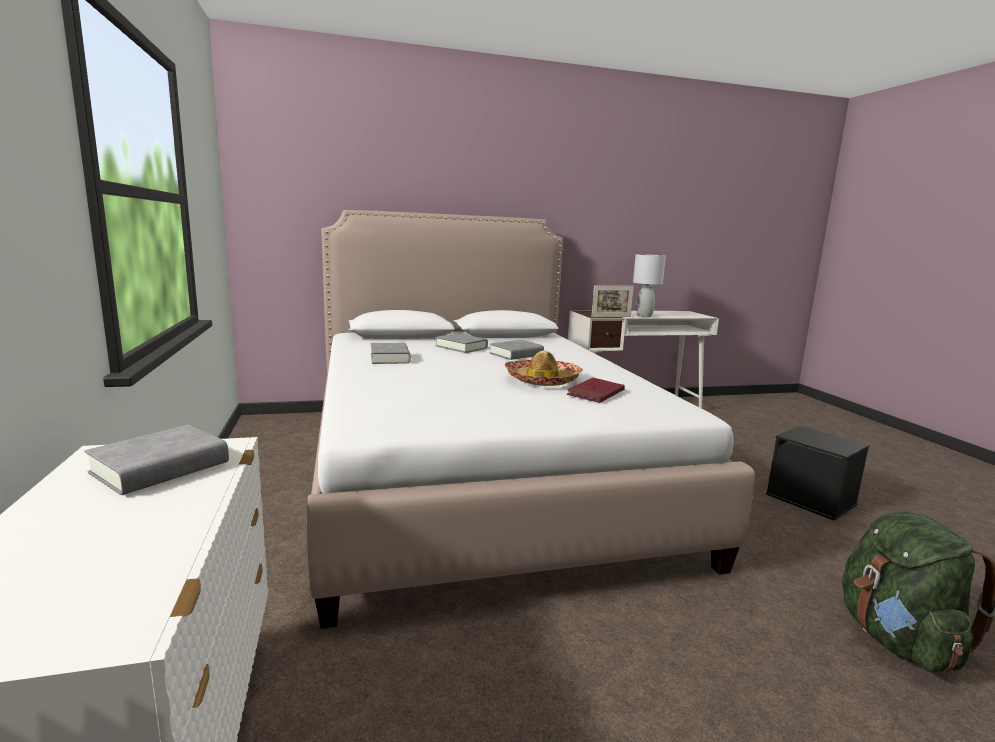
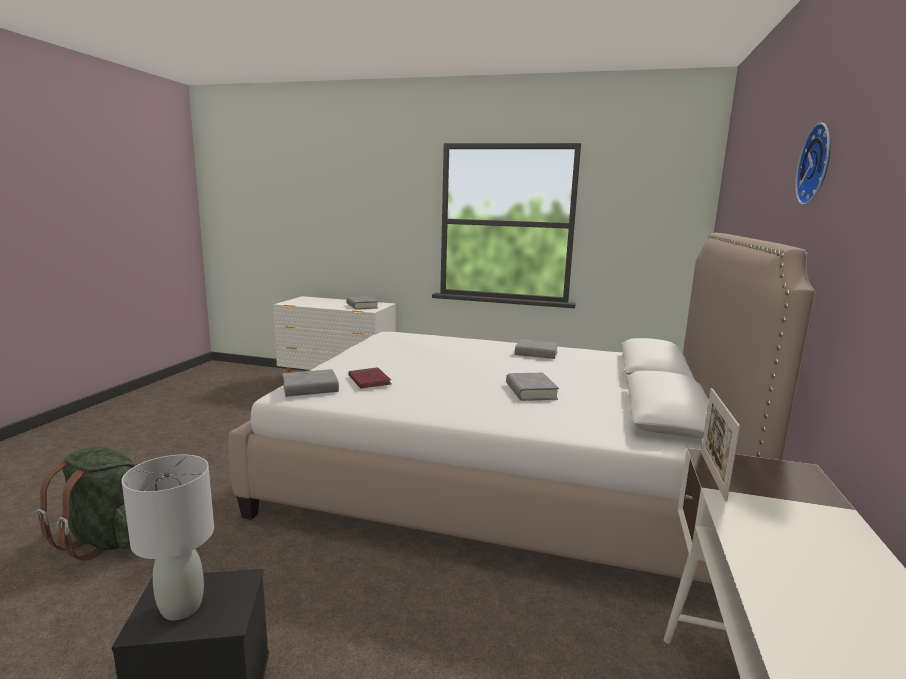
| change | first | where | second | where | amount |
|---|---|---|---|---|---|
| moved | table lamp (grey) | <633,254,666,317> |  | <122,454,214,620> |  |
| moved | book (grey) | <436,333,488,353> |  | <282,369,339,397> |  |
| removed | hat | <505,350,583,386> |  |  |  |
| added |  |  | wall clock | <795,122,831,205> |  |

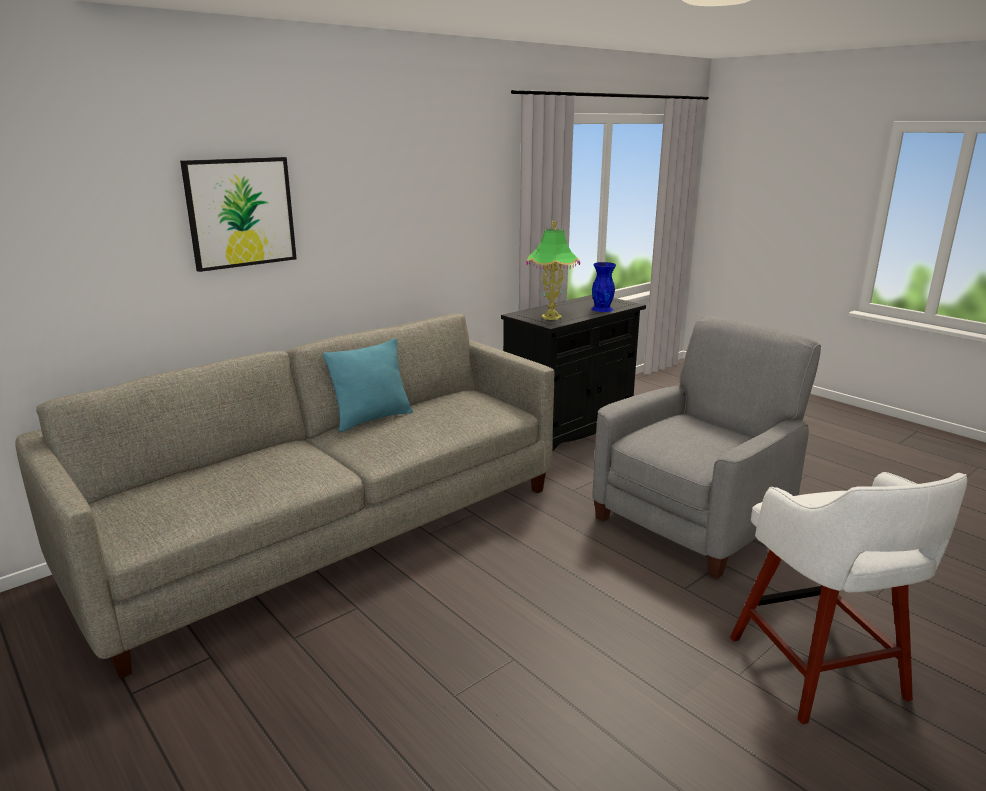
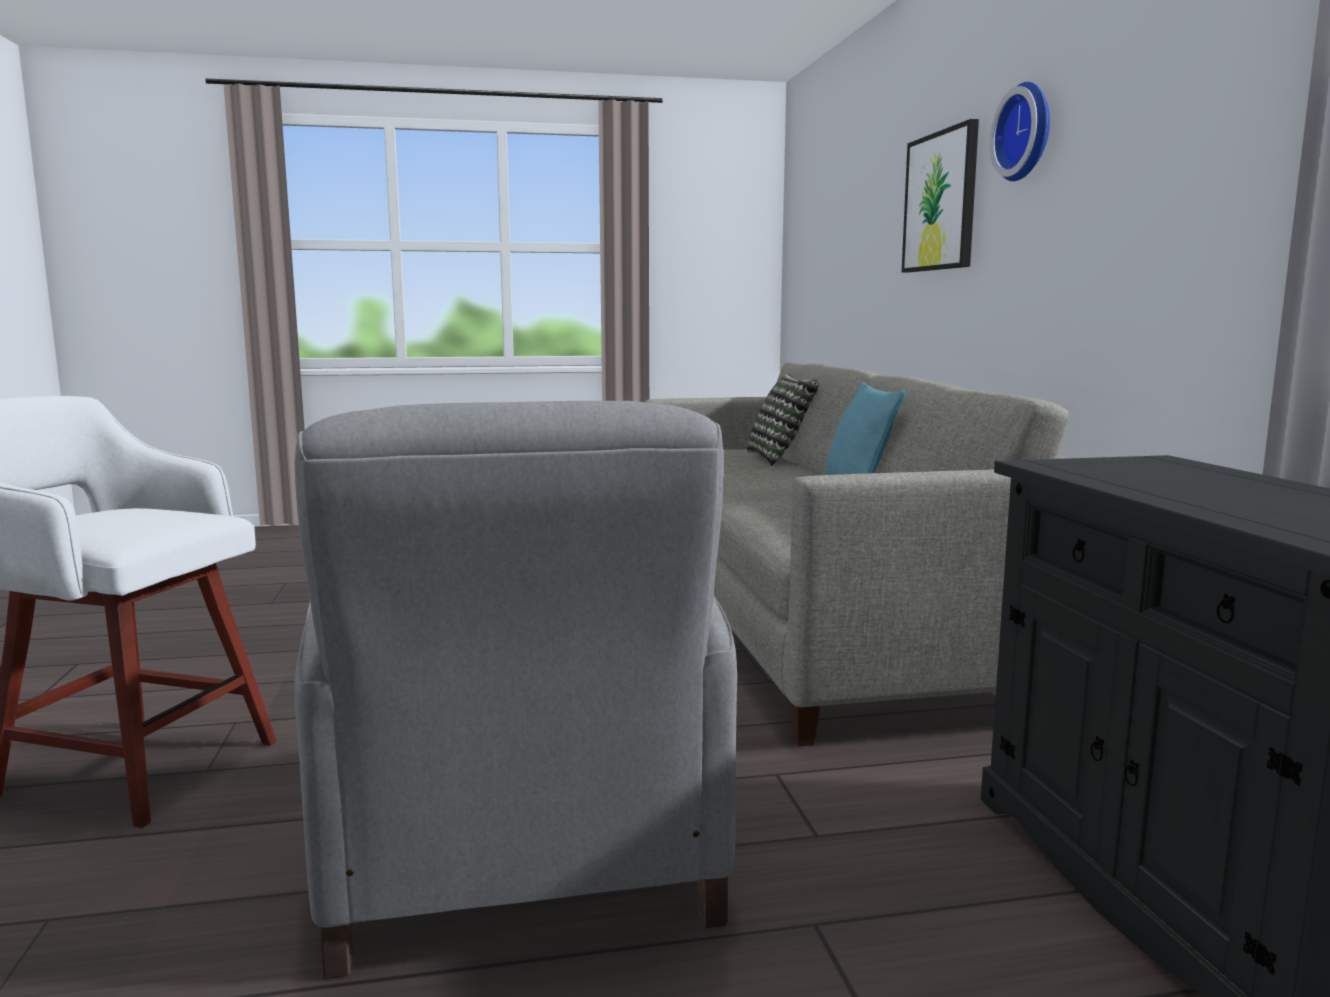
| change | first | where | second | where | amount |
|---|---|---|---|---|---|
| removed | table lamp | <526,221,580,320> |  |  |  |
| removed | vase (blue) | <591,262,616,312> |  |  |  |
| added |  |  | wall clock | <990,82,1050,181> |  |
| added |  |  | pillow | <747,374,818,466> |  |

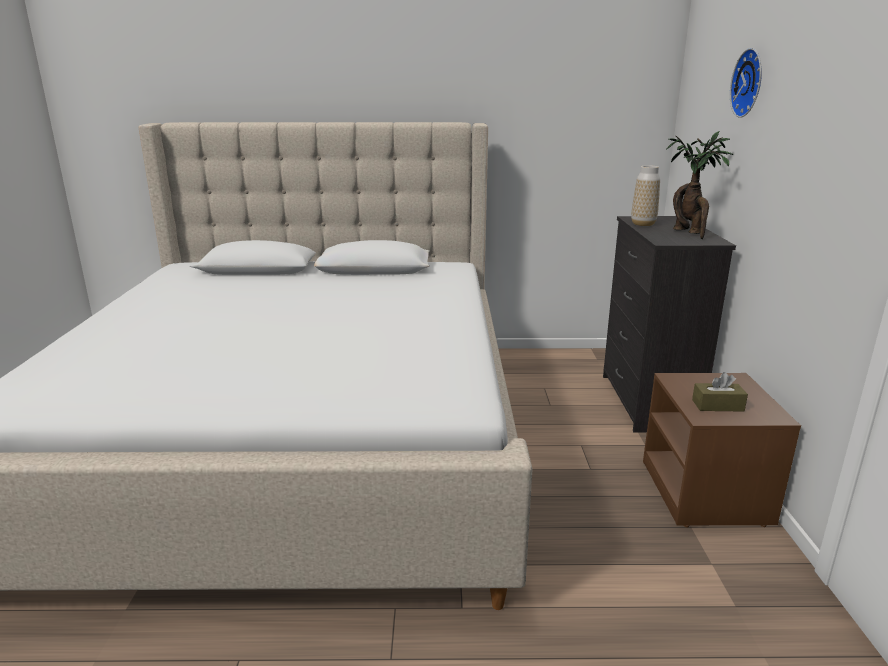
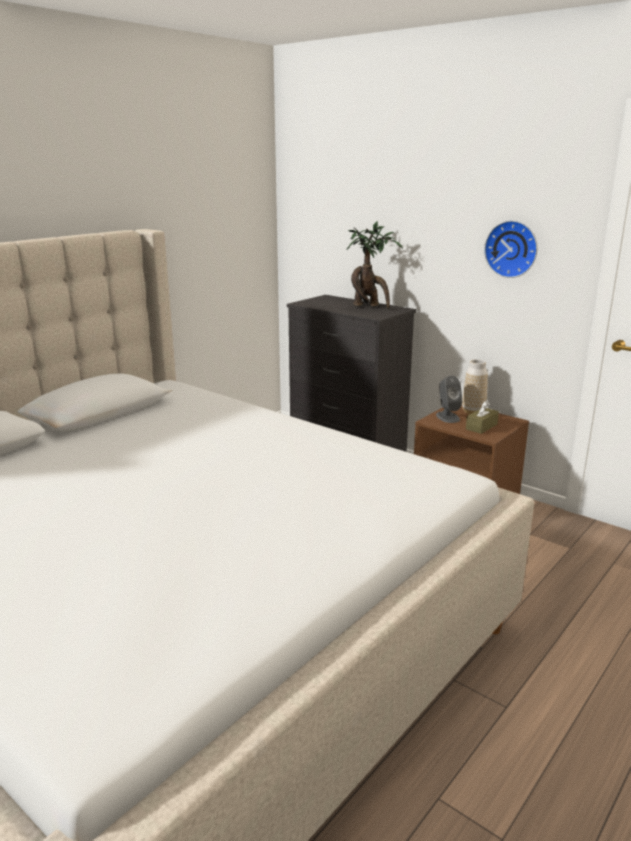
| change | first | where | second | where | amount |
|---|---|---|---|---|---|
| moved | wall clock | <730,48,762,118> |  | <484,220,538,278> |  |
| moved | vase | <631,165,660,226> |  | <462,359,488,414> |  |
| added |  |  | speaker (grey) | <436,375,463,423> |  |

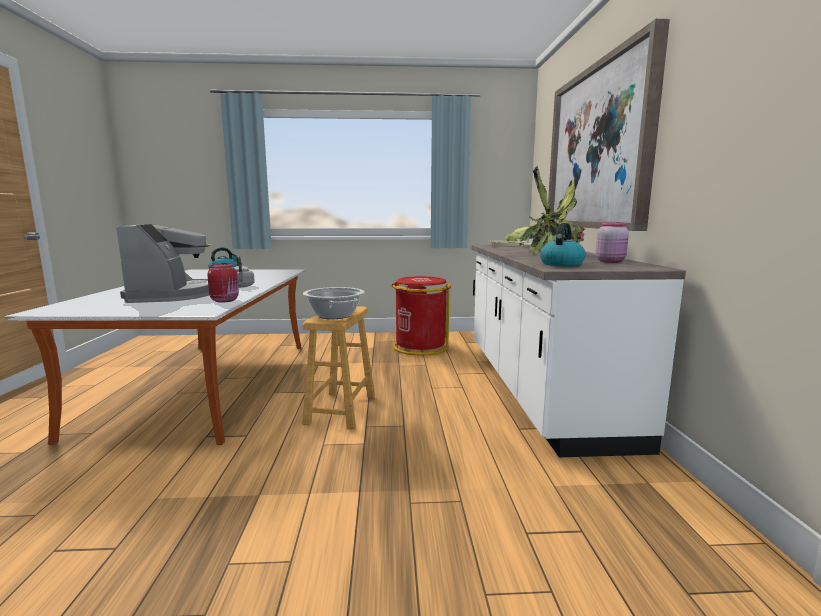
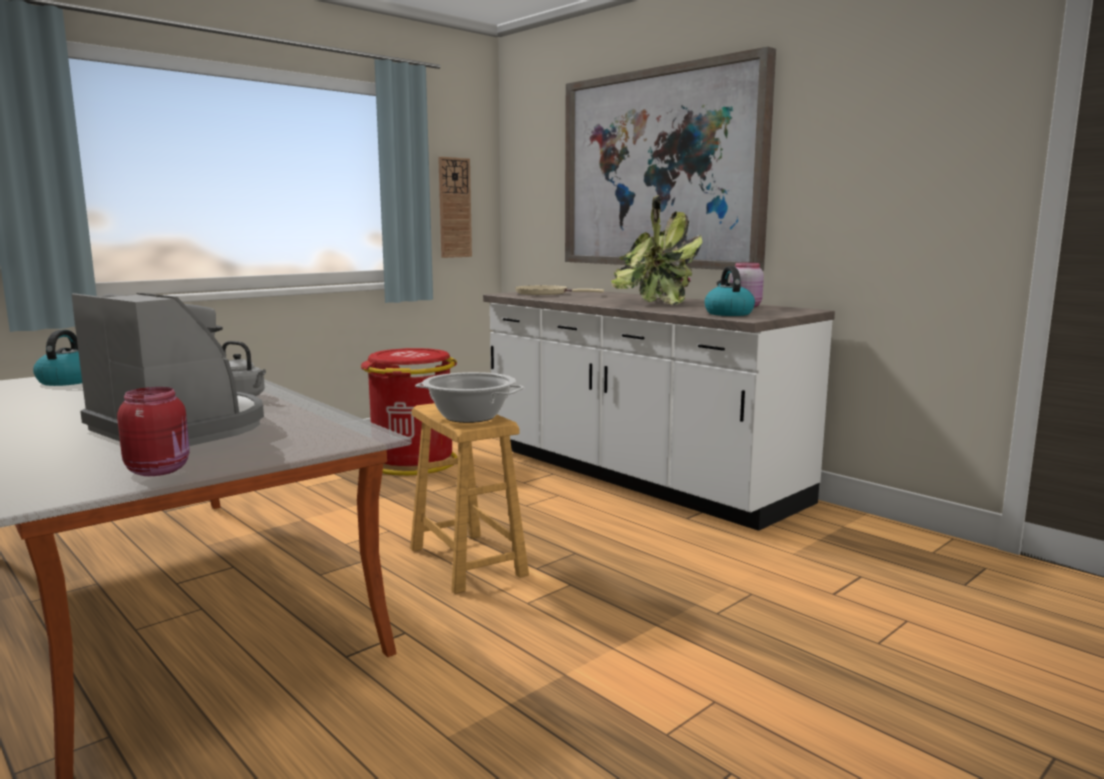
| change | first | where | second | where | amount |
|---|---|---|---|---|---|
| moved | jar (red) | <207,263,239,303> |  | <117,387,190,476> |  |
| added |  |  | wall clock | <438,157,472,258> |  |

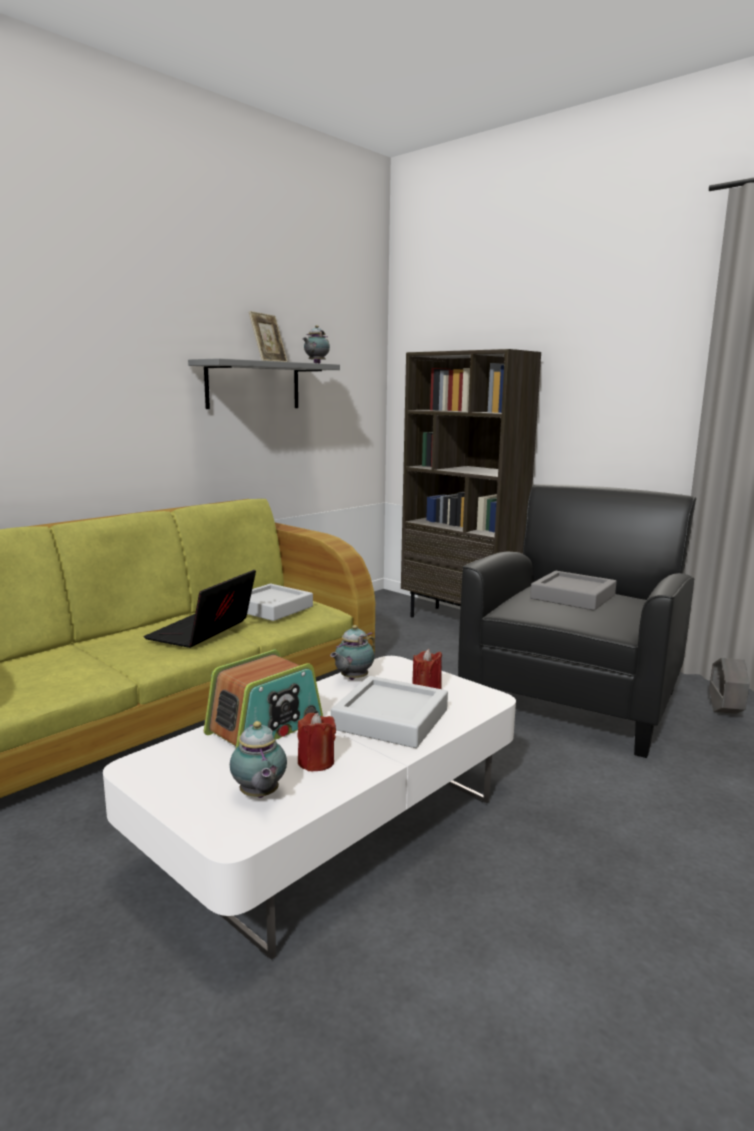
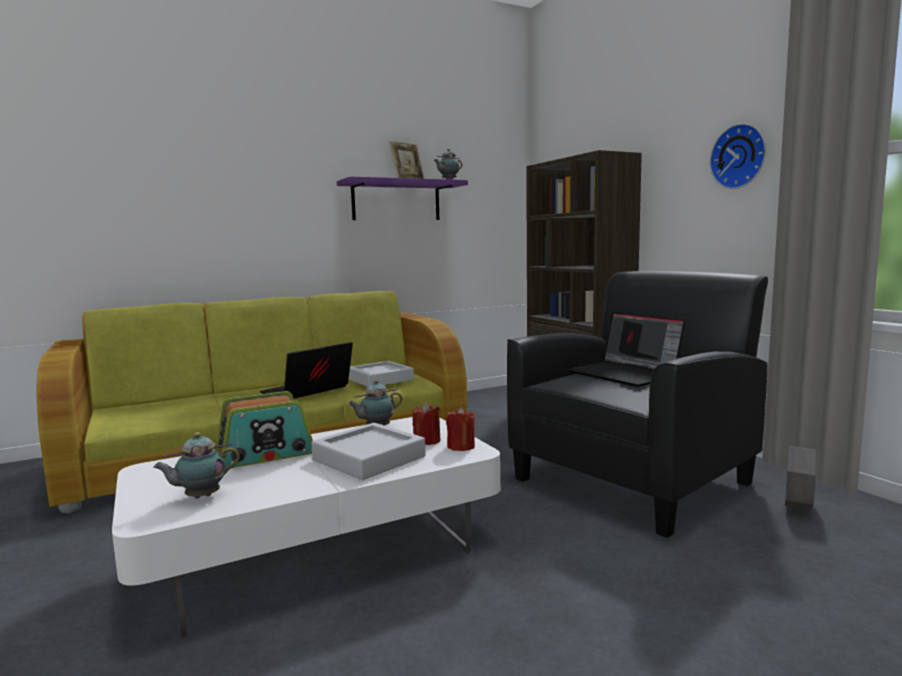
| change | first | where | second | where | amount |
|---|---|---|---|---|---|
| recoloured | shelf (grey) | <188,358,340,409> | shelf (purple) | <337,177,468,220> |  |
| replaced | tray (grey) | <530,571,617,611> | laptop | <568,312,685,387> |  |
| moved | candle (red) | <297,713,336,771> |  | <446,407,475,451> |  |
| turned | teapot | <230,721,287,798> |  | <153,432,240,498> | 60 degrees clockwise |
| added |  |  | wall clock | <710,123,766,189> |  |

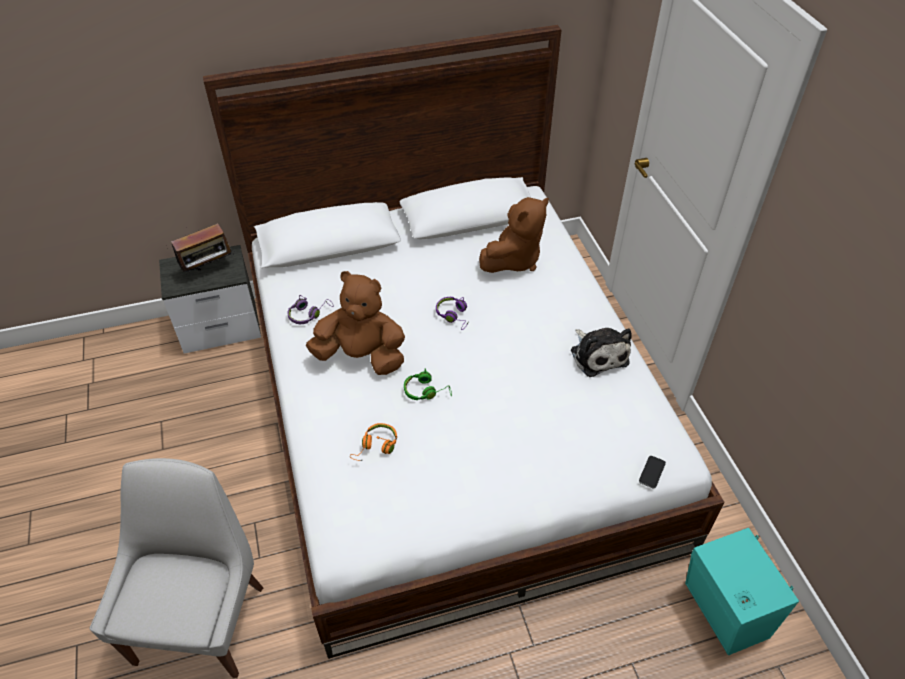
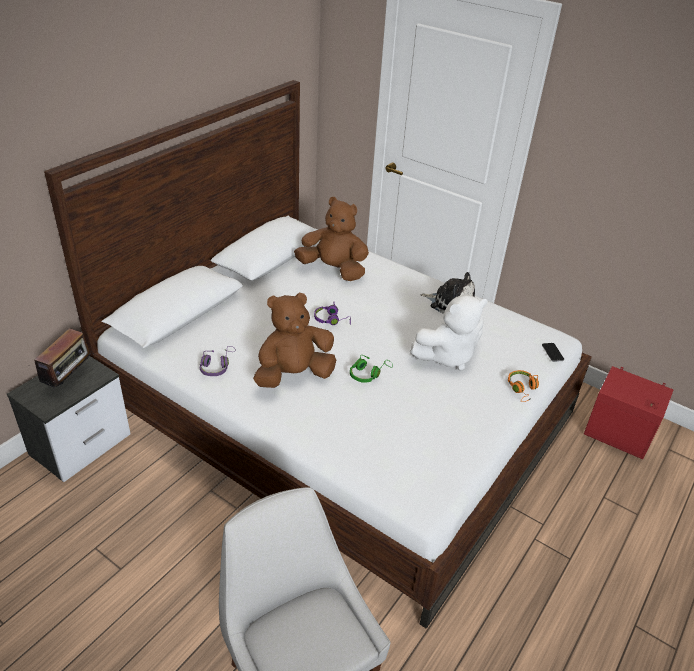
| change | first | where | second | where | amount |
|---|---|---|---|---|---|
| turned | plush toy (brown) | <479,197,549,273> |  | <294,197,369,281> | 75 degrees counterclockwise |
| moved | headphones (orange) | <350,423,397,461> |  | <508,370,539,402> |  |
| recoloured | speaker (turquoise) | <685,528,799,655> | speaker (red) | <584,366,673,459> |  |
| added |  |  | plush toy (white) | <410,295,488,371> |  |

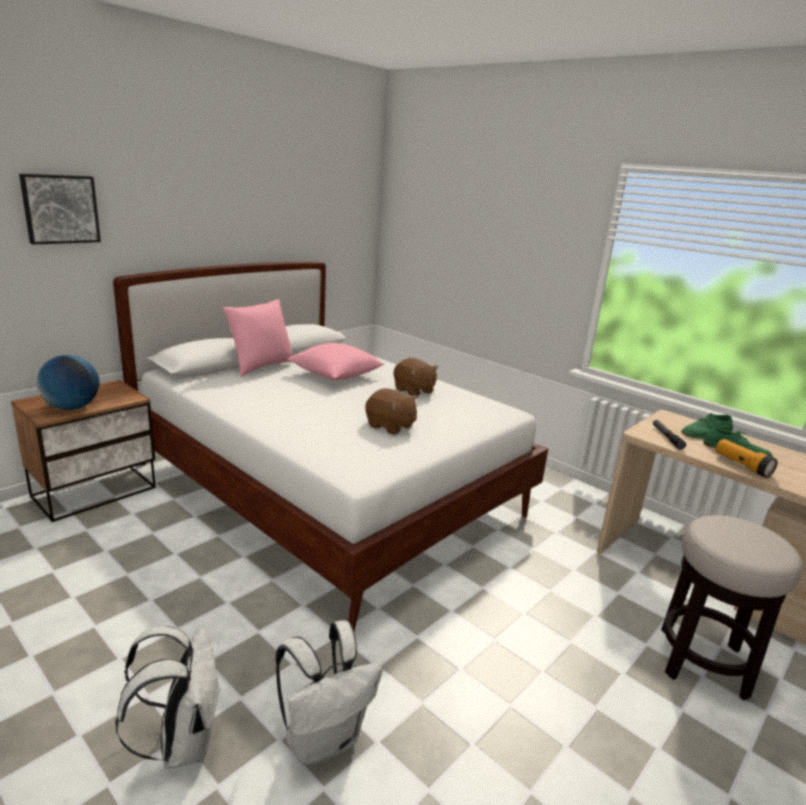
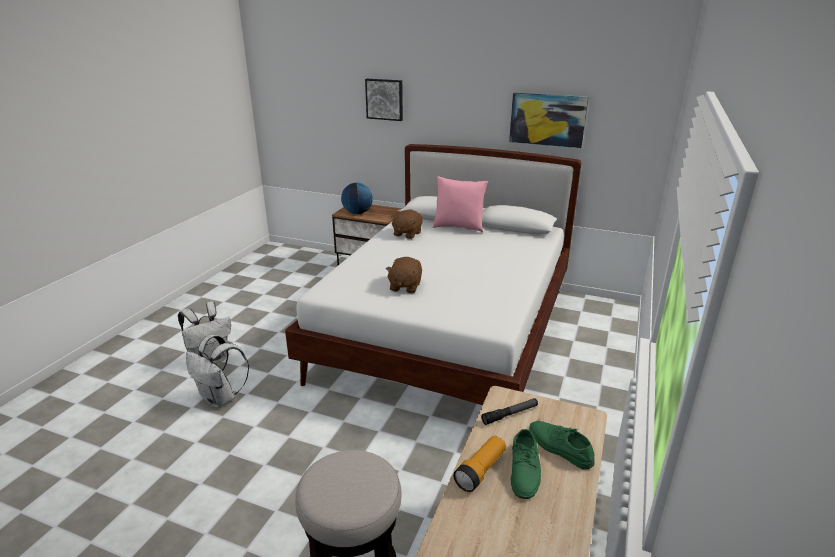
| change | first | where | second | where | amount |
|---|---|---|---|---|---|
| removed | pillow (pink) | <287,343,385,380> |  |  |  |
| moved | plush toy (brown) | <394,358,438,396> |  | <391,210,423,239> |  |
| added |  |  | picture | <509,93,589,148> |  |

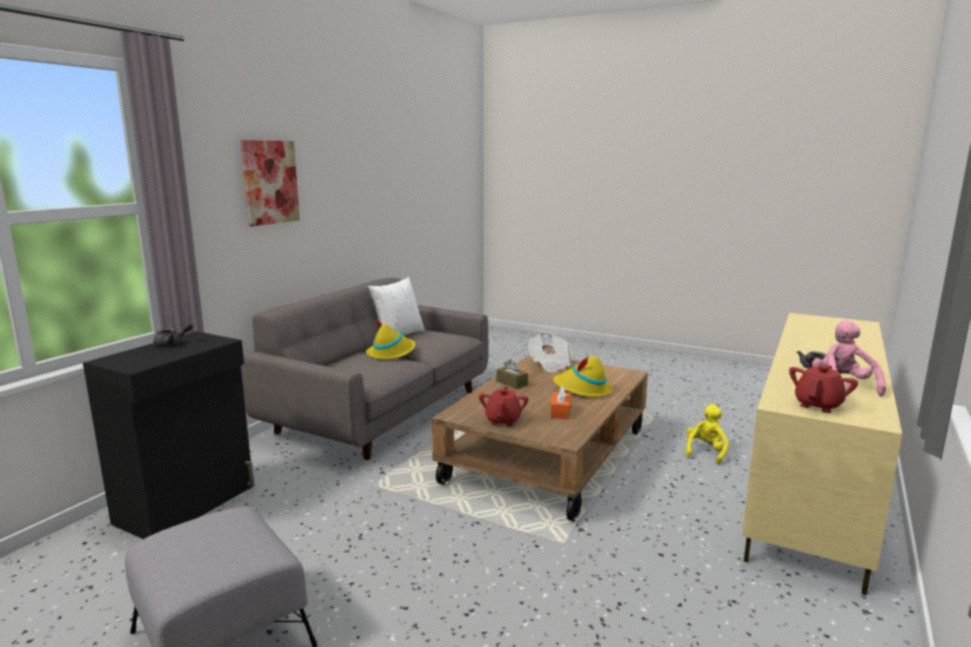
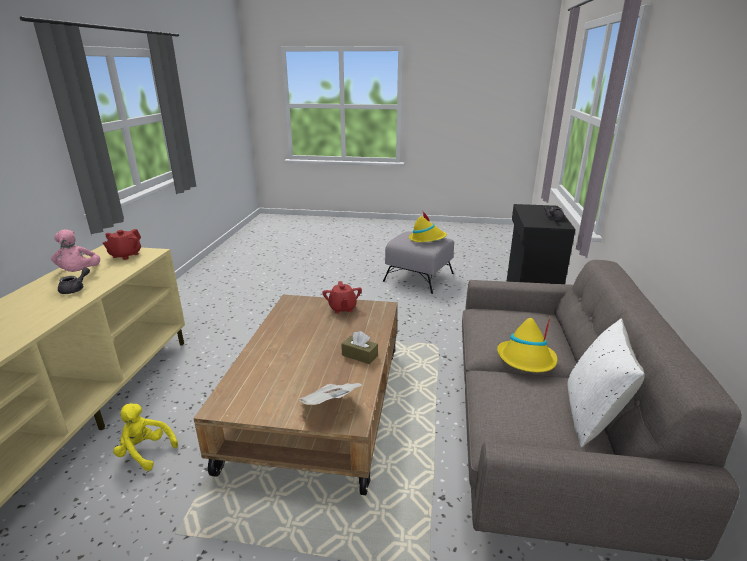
| change | first | where | second | where | amount |
|---|---|---|---|---|---|
| removed | picture | <240,140,300,226> |  |  |  |
| moved | hat (yellow) | <553,356,612,397> |  | <409,212,447,242> |  |
| removed | tissue box (orange) | <551,385,571,419> |  |  |  |
| turned | plush toy (yellow) | <685,404,729,465> |  | <113,403,178,471> | 105 degrees clockwise |

